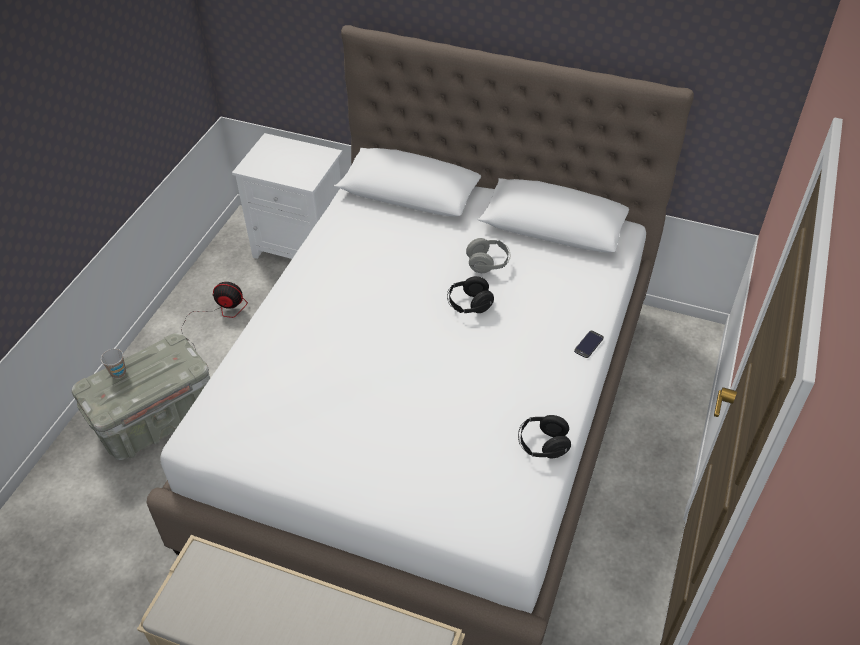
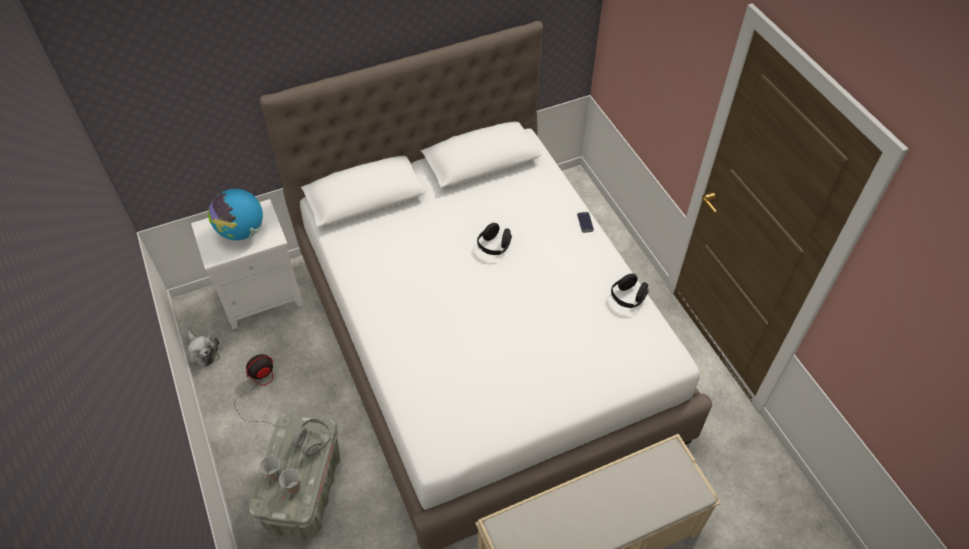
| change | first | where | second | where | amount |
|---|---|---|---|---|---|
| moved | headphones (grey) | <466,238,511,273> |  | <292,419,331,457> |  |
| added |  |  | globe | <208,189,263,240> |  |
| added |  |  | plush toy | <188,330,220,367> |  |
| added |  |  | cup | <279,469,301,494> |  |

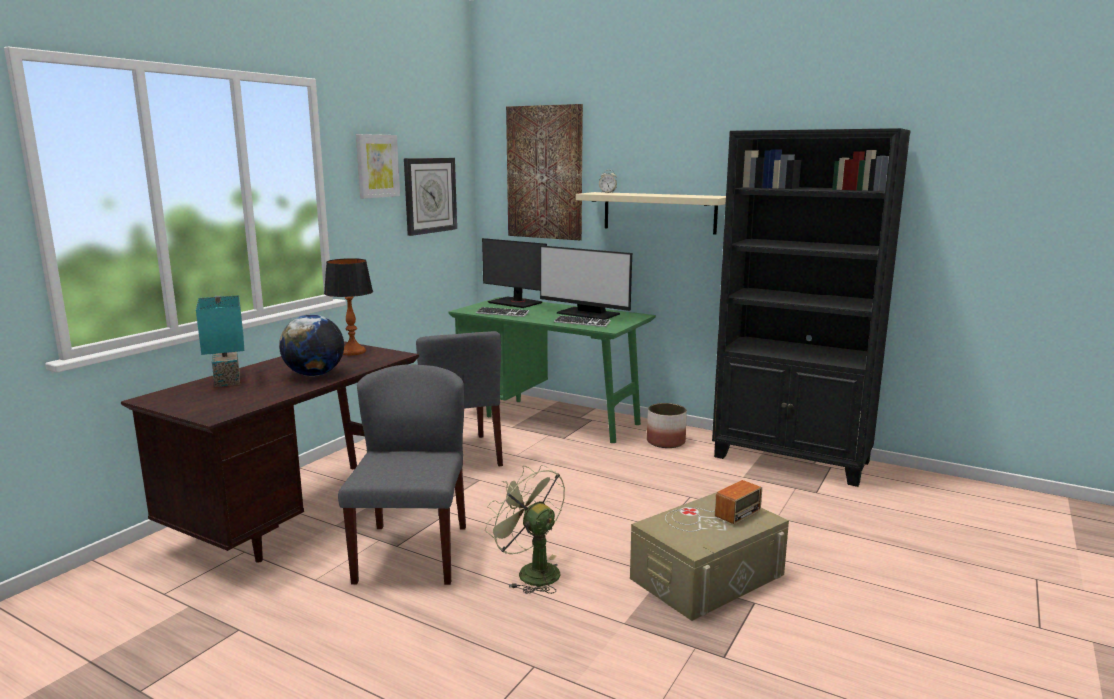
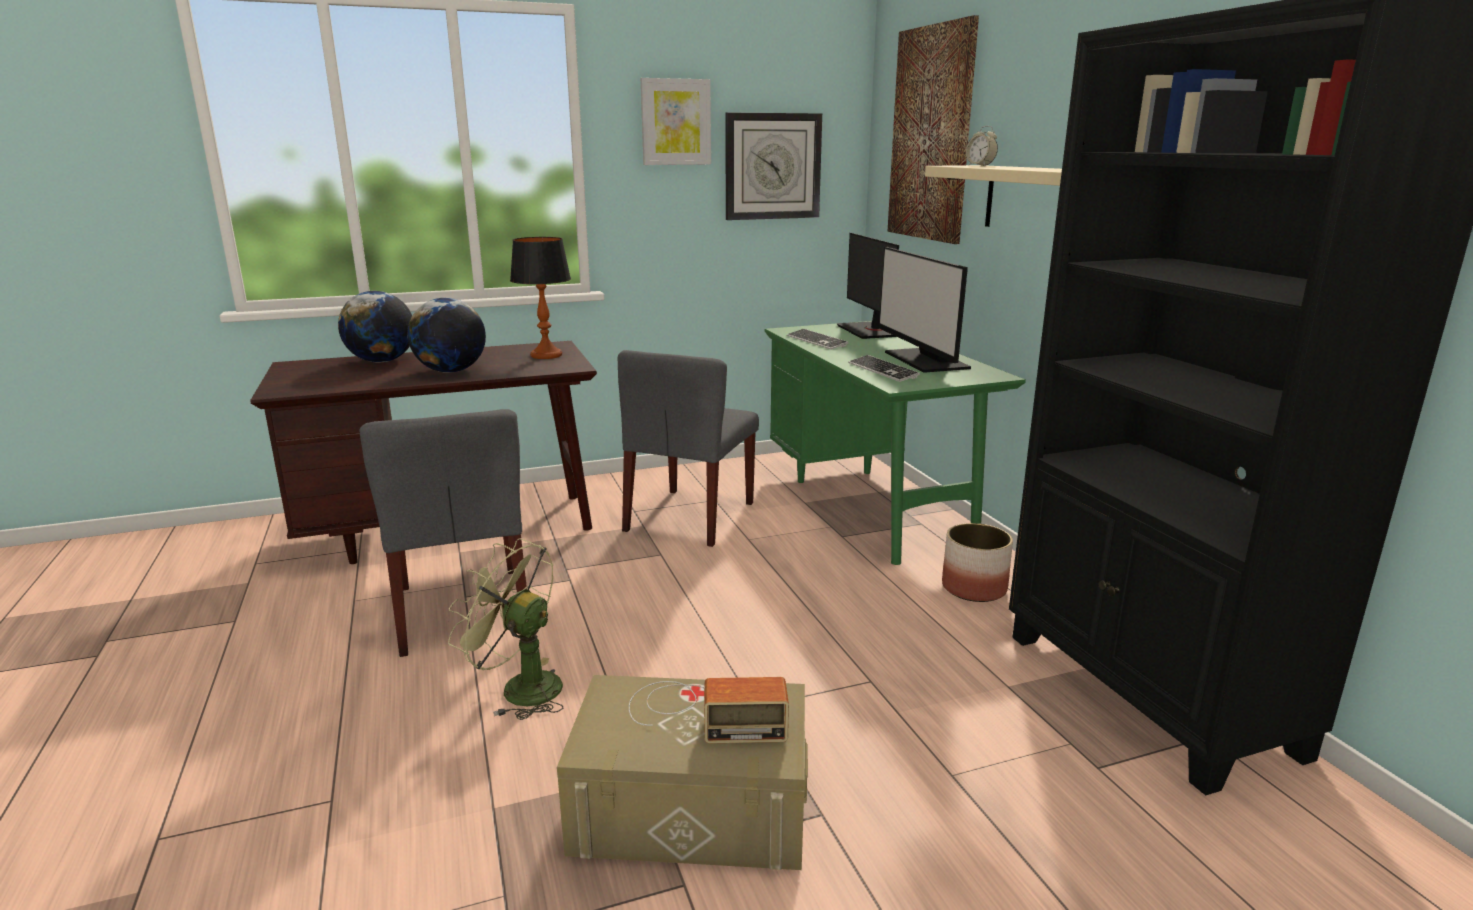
| change | first | where | second | where | amount |
|---|---|---|---|---|---|
| replaced | table lamp (turquoise) | <196,295,244,387> | globe | <338,291,412,362> |  |
| turned | chair (grey) | <338,364,466,585> |  | <359,409,527,657> | 120 degrees clockwise |
| turned | fan (green) | <485,465,565,594> |  | <448,538,563,720> | 60 degrees counterclockwise |

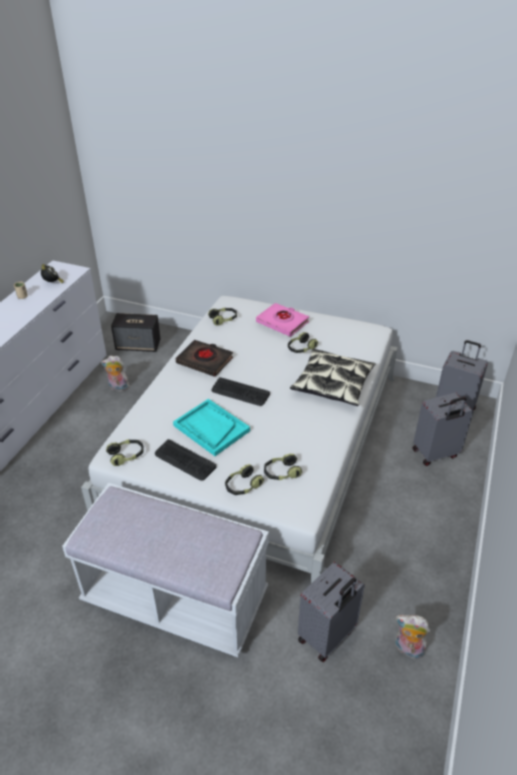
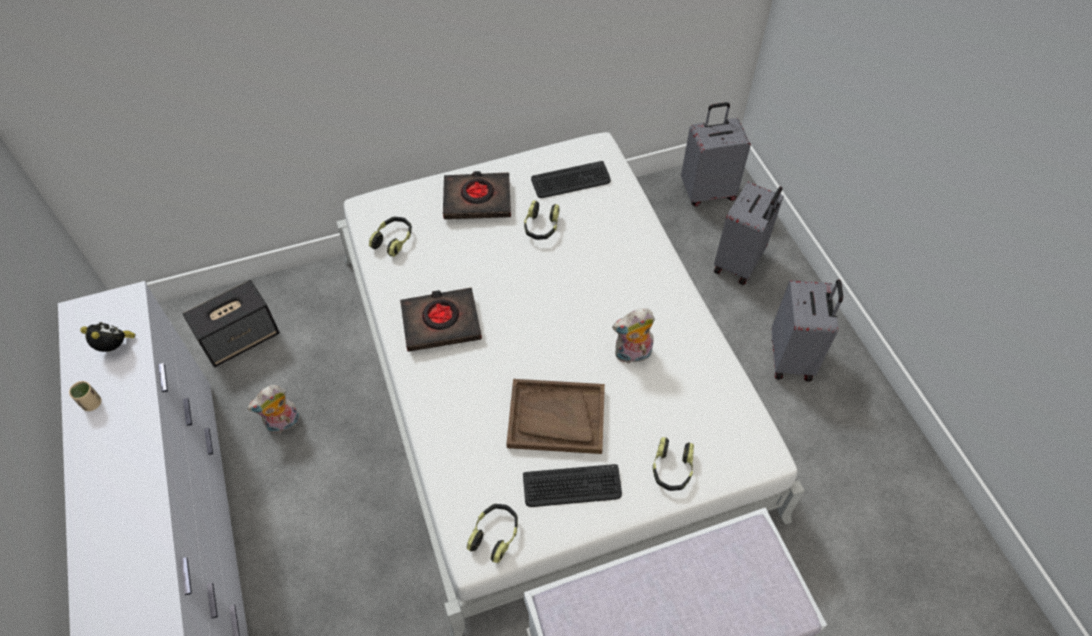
| change | first | where | second | where | amount |
|---|---|---|---|---|---|
| recoloured | book (pink) | <256,303,309,337> | book (black) | <443,171,511,219> |  |
| removed | pillow | <290,348,376,406> |  |  |  |
| moved | keyboard | <212,377,270,406> |  | <531,161,611,198> |  |
| recoloured | tray (turquoise) | <173,399,250,456> | tray (brown) | <506,379,605,454> |  |
| removed | headphones | <264,453,302,480> |  |  |  |
| moved | suitcase (grey) | <298,562,365,662> |  | <772,279,843,382> |  |
| moved | plush toy | <395,615,430,659> |  | <612,308,655,364> |  |

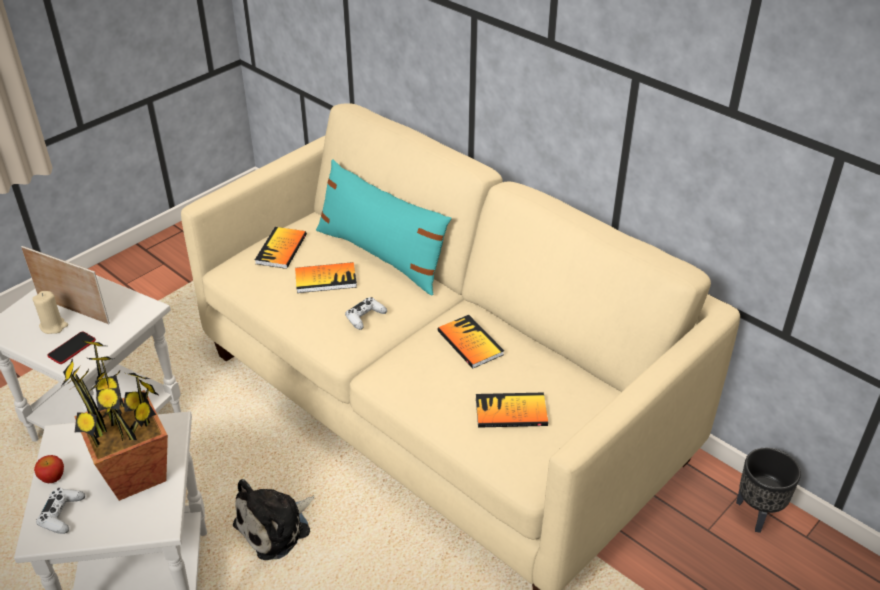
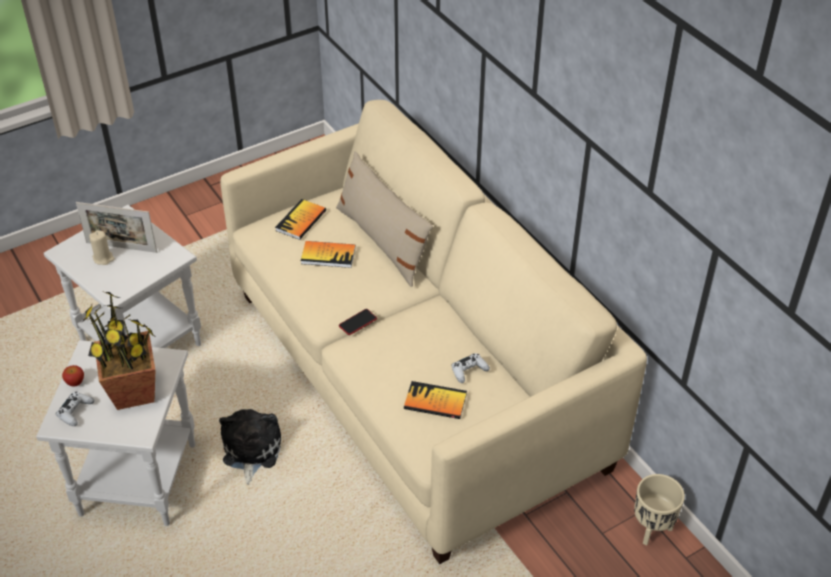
| change | first | where | second | where | amount |
|---|---|---|---|---|---|
| recoloured | pillow (turquoise) | <316,159,451,296> | pillow (beige) | <336,151,433,287> |  |
| turned | picture frame | <21,246,110,324> |  | <76,202,157,253> | 150 degrees clockwise |
| moved | game controller (white) | <345,297,387,330> |  | <451,353,490,383> |  |
| removed | book | <437,315,504,369> |  |  |  |
| moved | phone | <47,331,96,364> |  | <339,309,377,335> |  |
| recoloured | planter (black) | <736,448,801,533> | planter (beige) | <634,474,685,545> |  |
| turned | plush toy | <233,479,315,560> |  | <219,409,281,485> | 120 degrees clockwise |

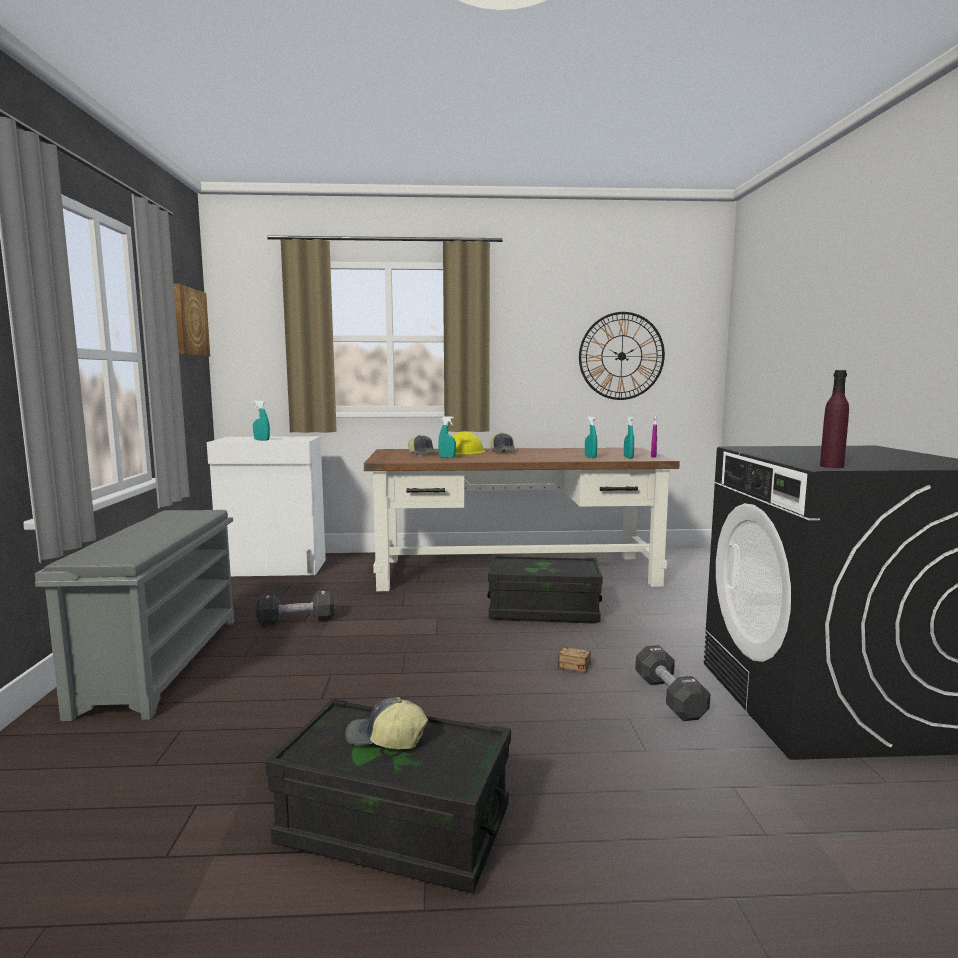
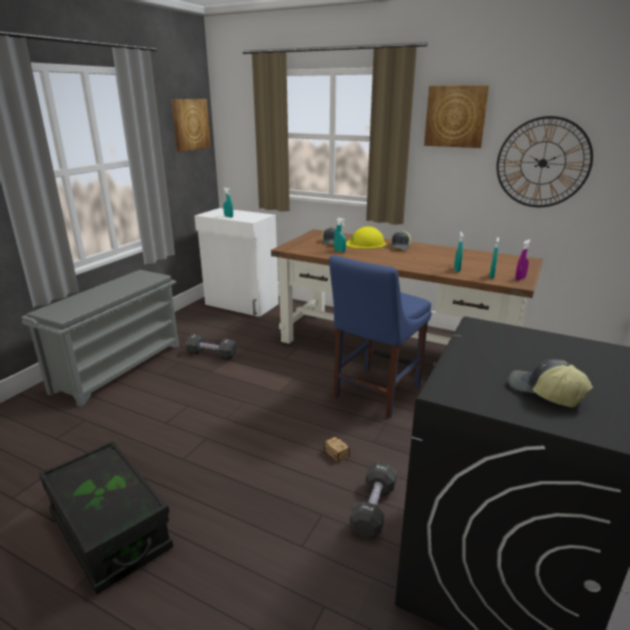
| change | first | where | second | where | amount |
|---|---|---|---|---|---|
| removed | bottle (purple) | <820,370,849,468> |  |  |  |
| replaced | storage box (black) | <487,555,603,624> | chair (blue) | <329,255,432,418> |  |
| moved | cap | <345,697,428,749> |  | <508,359,593,407> |  |
| added |  |  | picture | <424,85,489,148> |  |

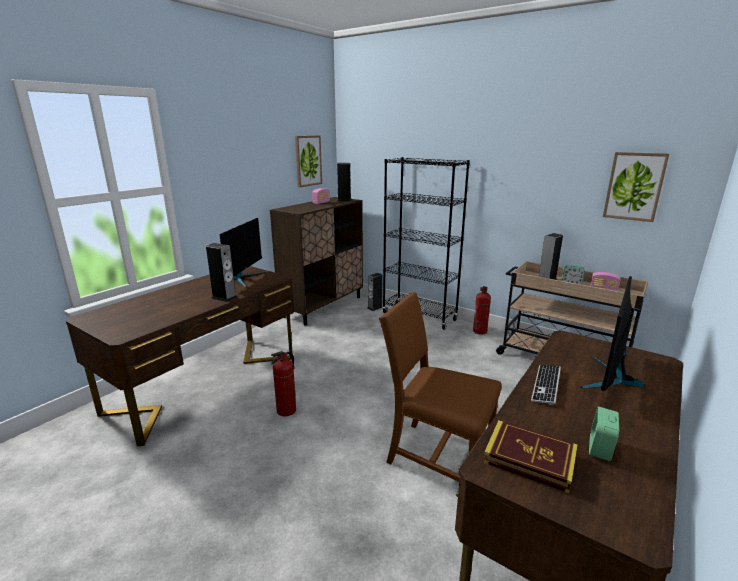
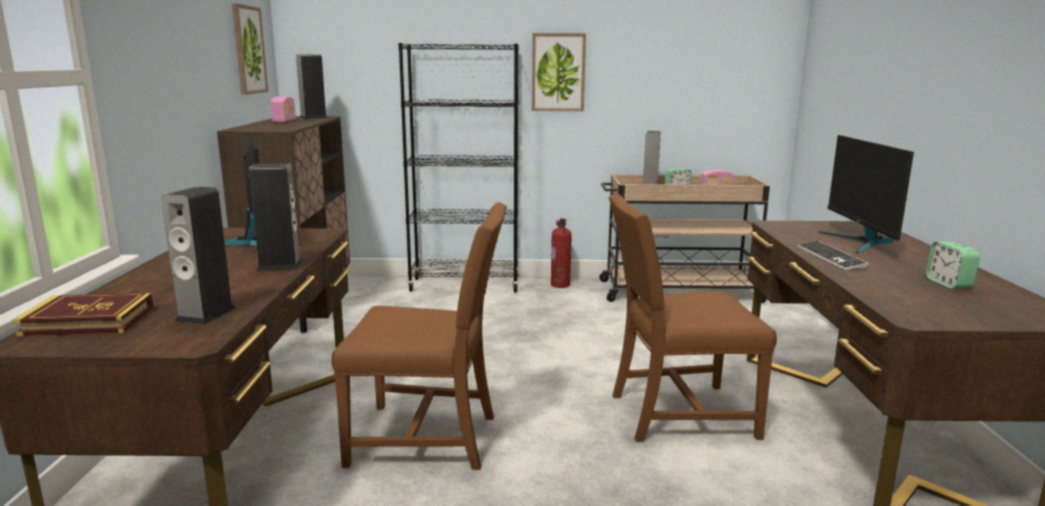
| change | first | where | second | where | amount |
|---|---|---|---|---|---|
| moved | picture | <603,152,669,222> |  | <532,33,586,111> |  |
| moved | speaker | <367,273,383,311> |  | <161,187,236,325> |  |
| replaced | fire extinguisher | <271,351,296,416> | chair (brown) | <331,202,507,470> |  |
| moved | book | <483,420,578,493> |  | <13,293,154,336> |  |

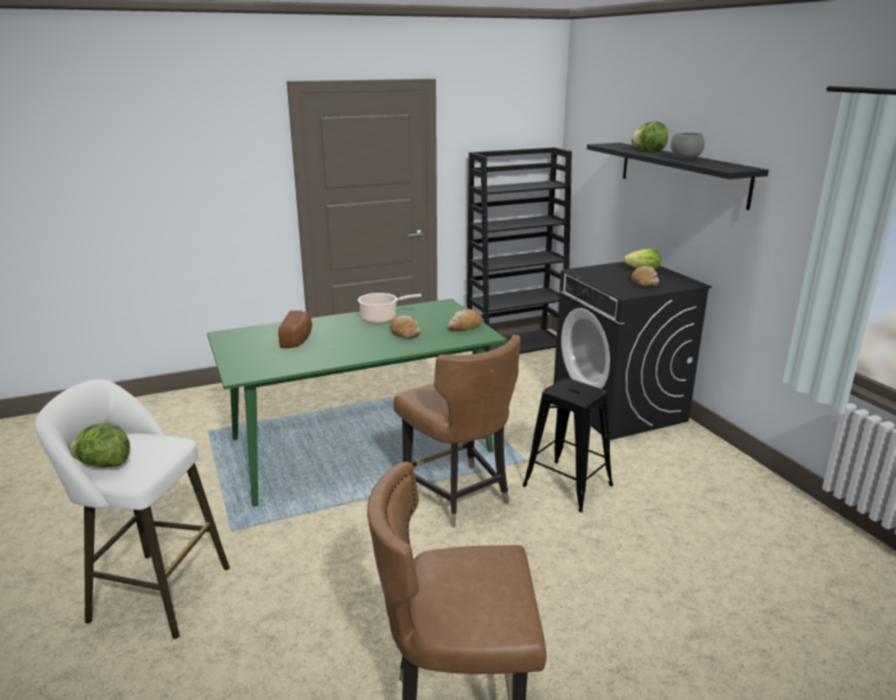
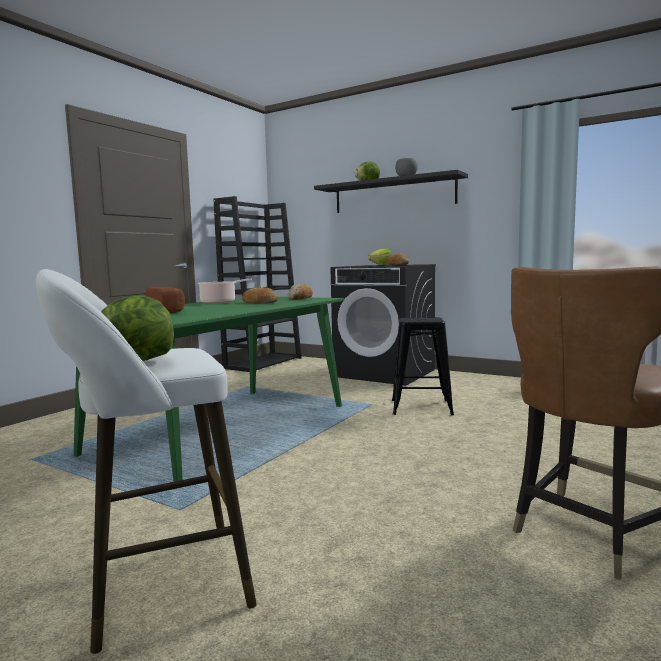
| change | first | where | second | where | amount |
|---|---|---|---|---|---|
| removed | chair (brown) | <393,335,520,527> |  |  |  |

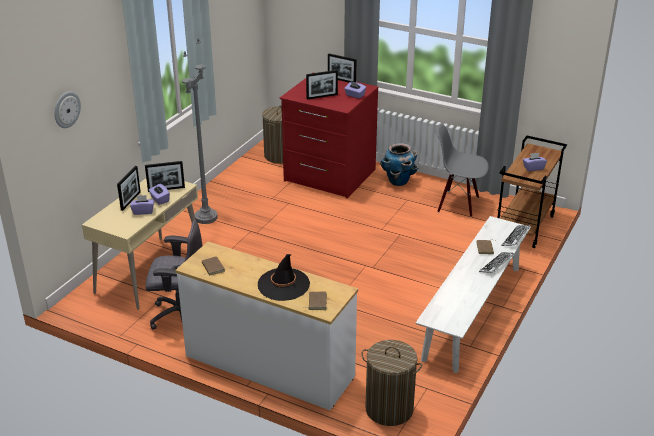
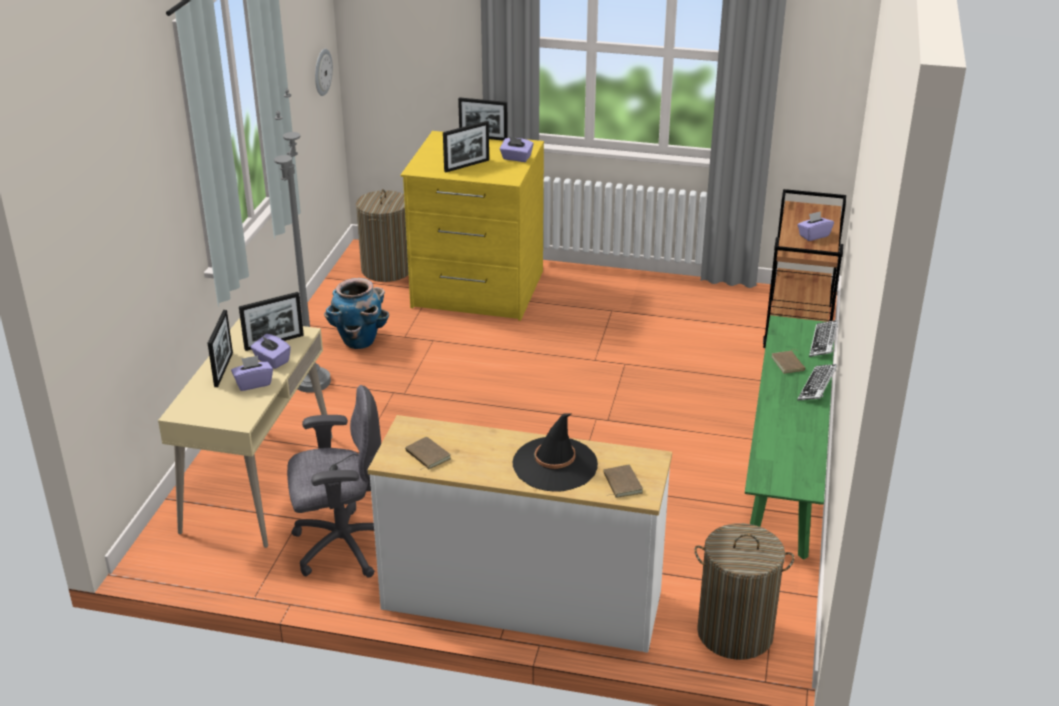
| change | first | where | second | where | amount |
|---|---|---|---|---|---|
| recoloured | dresser (red) | <280,78,378,198> | dresser (yellow) | <401,131,544,321> |  |
| moved | wall clock | <54,91,81,128> |  | <315,49,333,96> |  |
| removed | chair (grey) | <436,124,489,217> |  |  |  |
| moved | planter | <380,143,418,186> |  | <324,278,389,349> |  |
| recoloured | bench (white) | <416,216,531,373> | bench (green) | <745,315,834,560> |  |

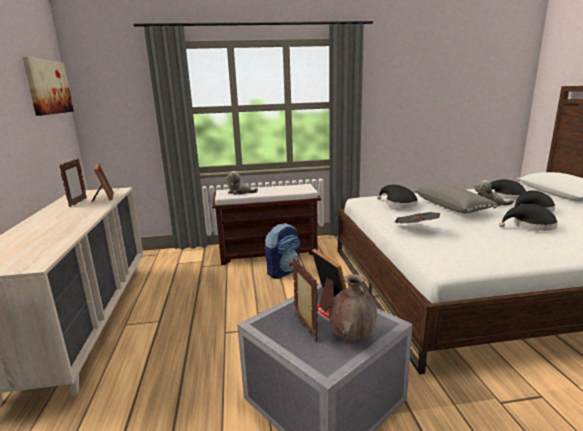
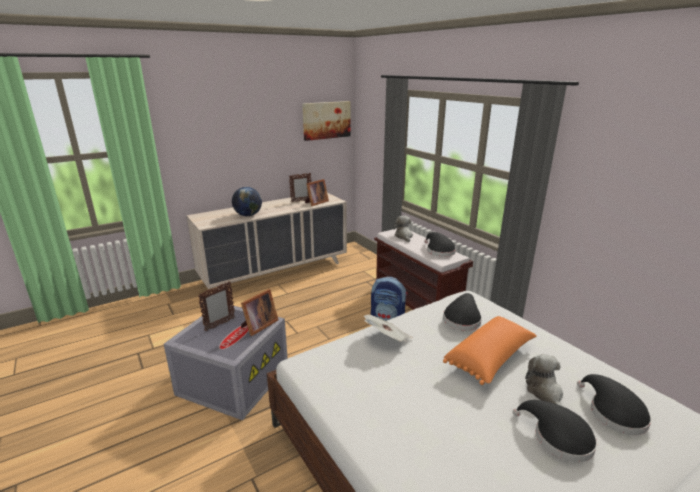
| change | first | where | second | where | amount |
|---|---|---|---|---|---|
| recoloured | pillow (grey) | <414,183,498,214> | pillow (orange) | <443,316,536,385> |  |
| moved | hat (black) | <499,204,558,231> |  | <424,232,456,257> |  |
| removed | vase (brown) | <329,274,377,344> |  |  |  |
| added |  |  | globe | <232,187,262,216> |  |

